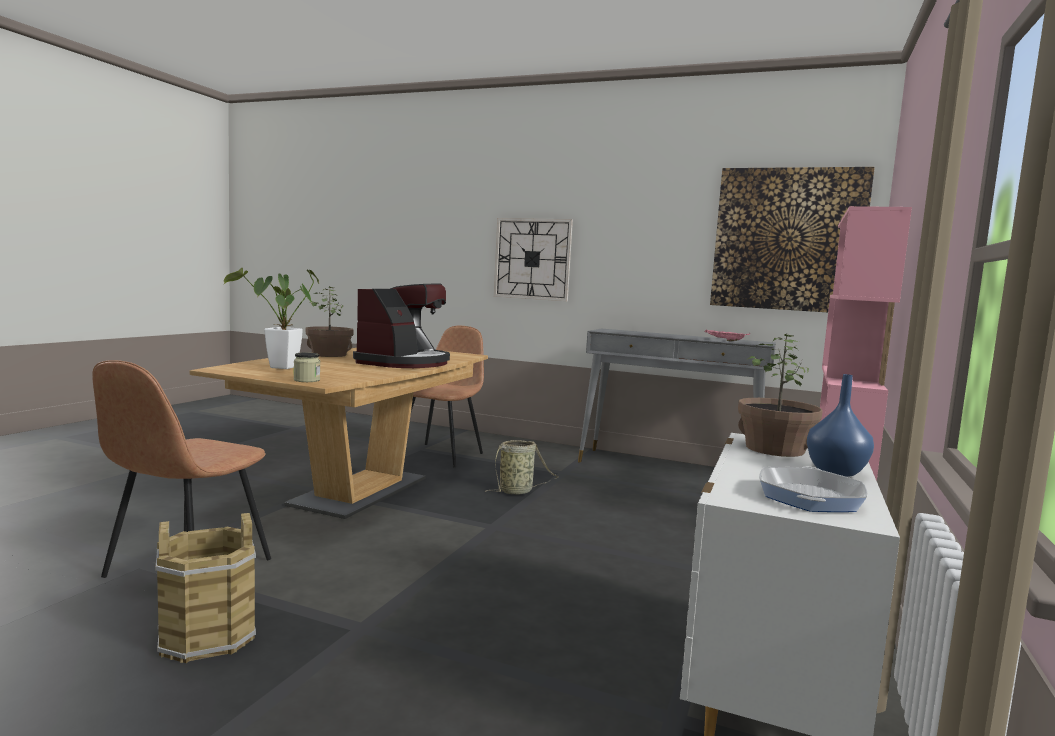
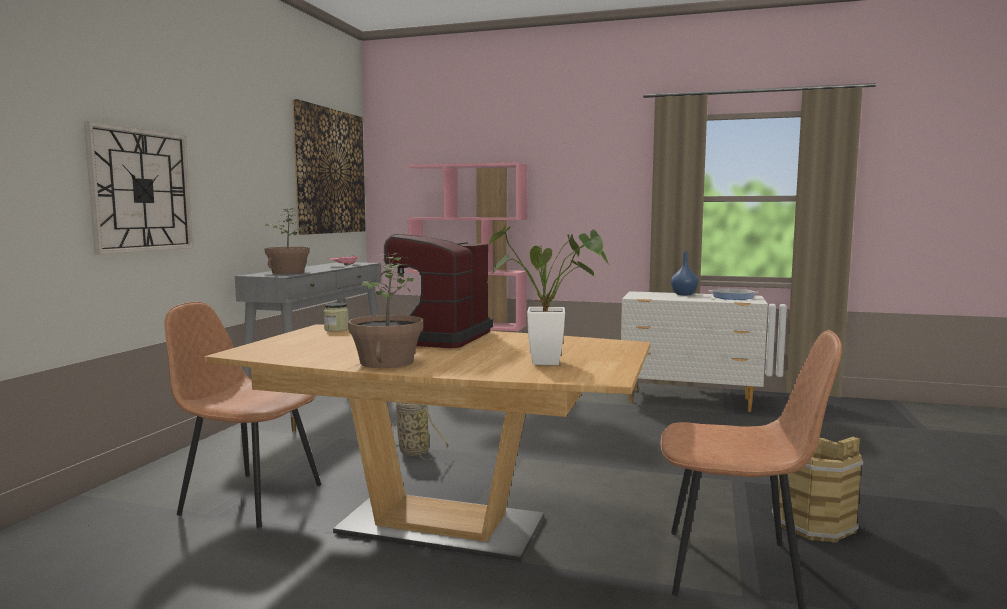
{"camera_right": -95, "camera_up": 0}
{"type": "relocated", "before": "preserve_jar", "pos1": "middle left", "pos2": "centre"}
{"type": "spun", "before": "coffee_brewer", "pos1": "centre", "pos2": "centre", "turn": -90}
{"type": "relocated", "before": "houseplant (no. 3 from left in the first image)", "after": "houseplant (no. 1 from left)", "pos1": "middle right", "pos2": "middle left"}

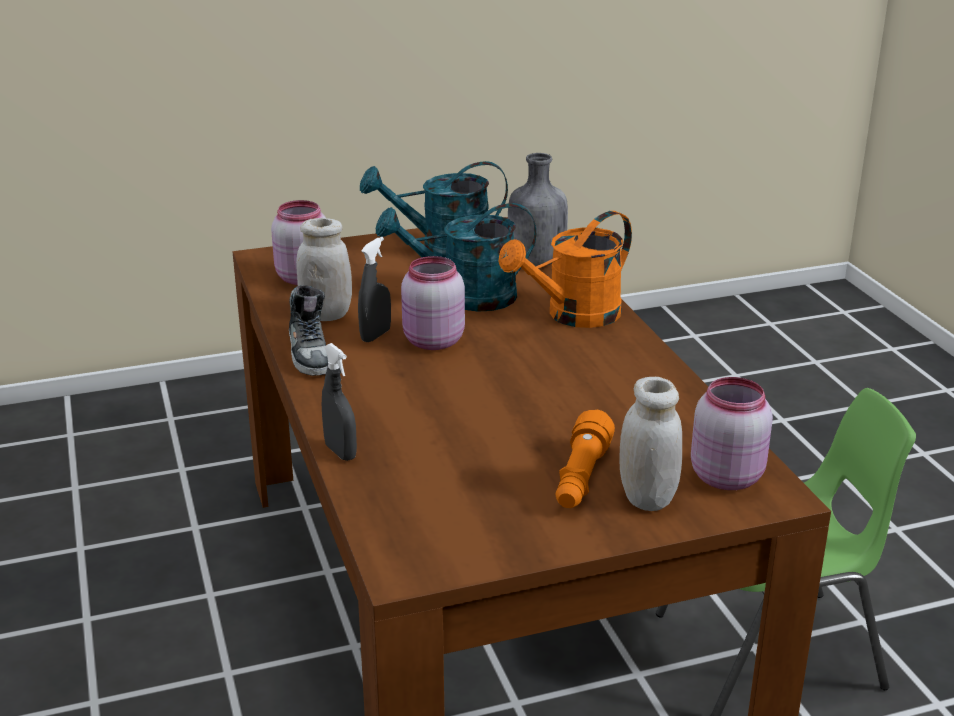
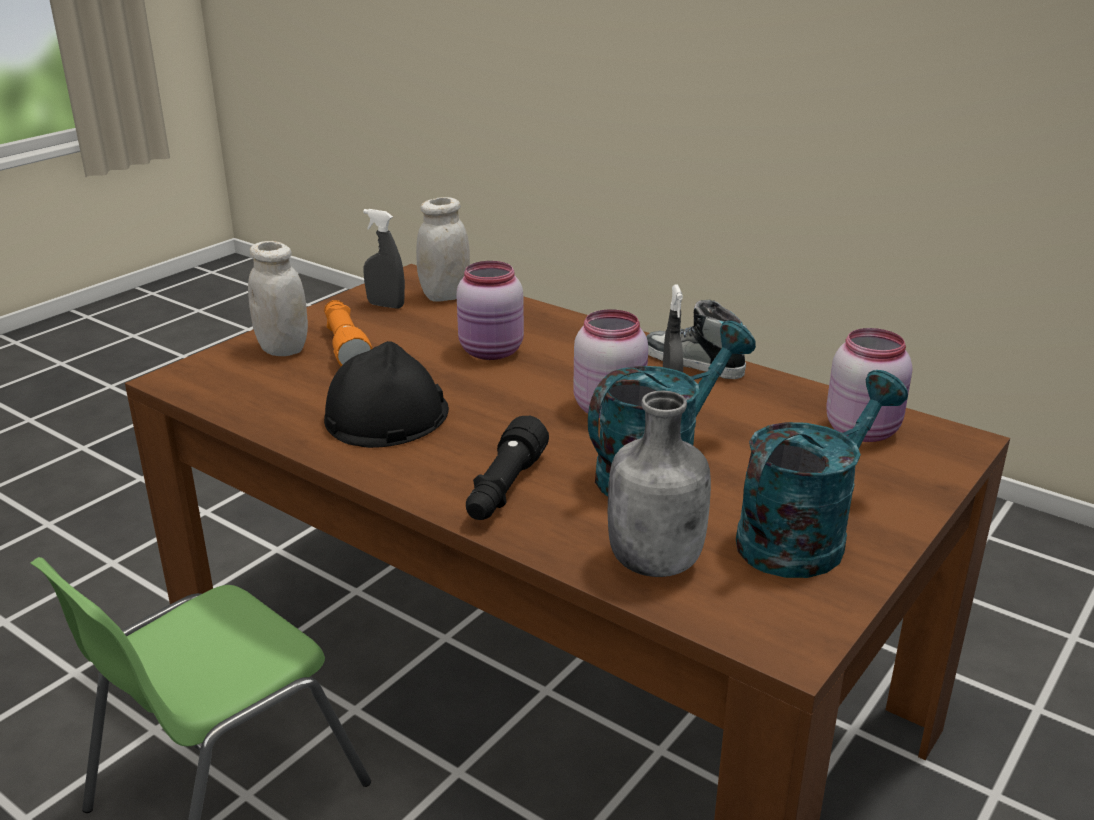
{"camera_right": 145, "camera_up": 0}
{"type": "relocated", "before": "whitish_preserve_jar (no. 1 from left in the first image)", "after": "whitish_preserve_jar (no. 2 from left)", "pos1": "centre", "pos2": "top centre"}
{"type": "relocated", "before": "greyish_hand_sprayer (no. 1 from left)", "pos1": "centre", "pos2": "top centre"}
{"type": "exchanged", "before": "orange-coloured_watering_pot", "after": "blackish_hand_torch", "pos1": "centre", "pos2": "centre"}
{"type": "relocated", "before": "pink_preserve_jar (no. 3 from left in the first image)", "after": "pink_preserve_jar (no. 1 from left)", "pos1": "middle right", "pos2": "centre"}
{"type": "appeared", "after": "blackish_work_helmet", "pos2": "centre"}

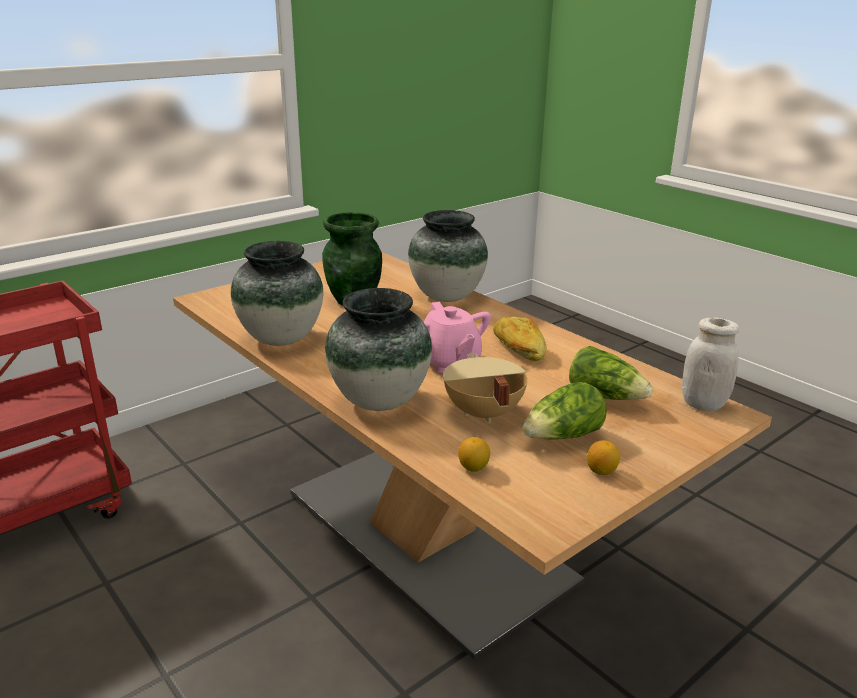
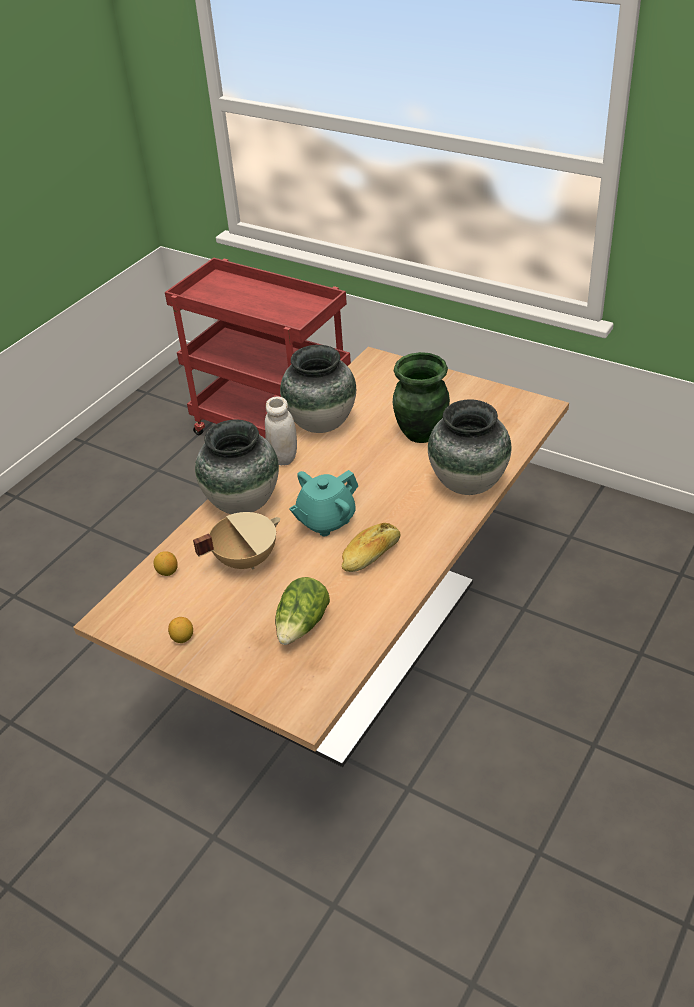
{"camera_right": 75, "camera_up": 15}
{"type": "colour", "before": "pink_teapot", "after": "blue-green_teapot", "pos1": "centre", "pos2": "centre"}
{"type": "missing", "before": "head_of_lettuce (no. 1 from left)", "pos1": "centre"}
{"type": "relocated", "before": "whitish_preserve_jar", "pos1": "middle right", "pos2": "centre"}

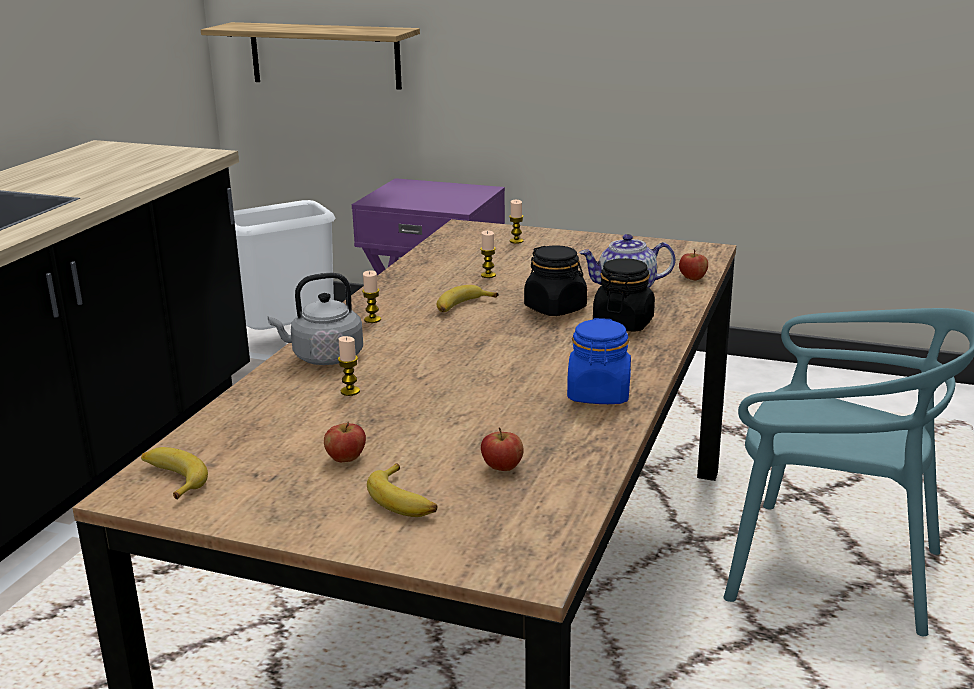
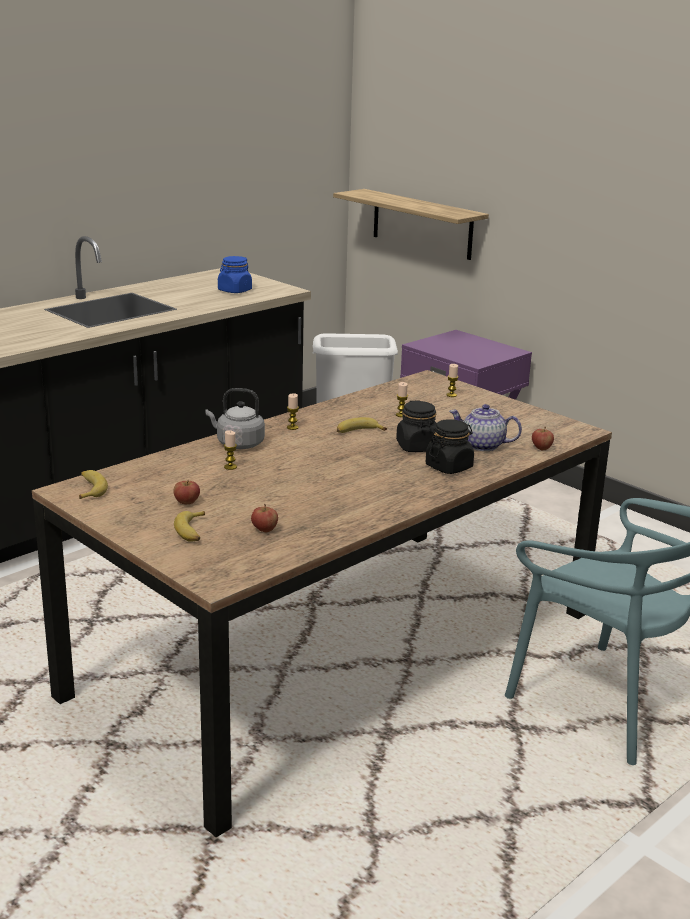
{"camera_right": 25, "camera_up": 0}
{"type": "relocated", "before": "blue-coloured_preserve_jar", "pos1": "centre", "pos2": "top centre"}

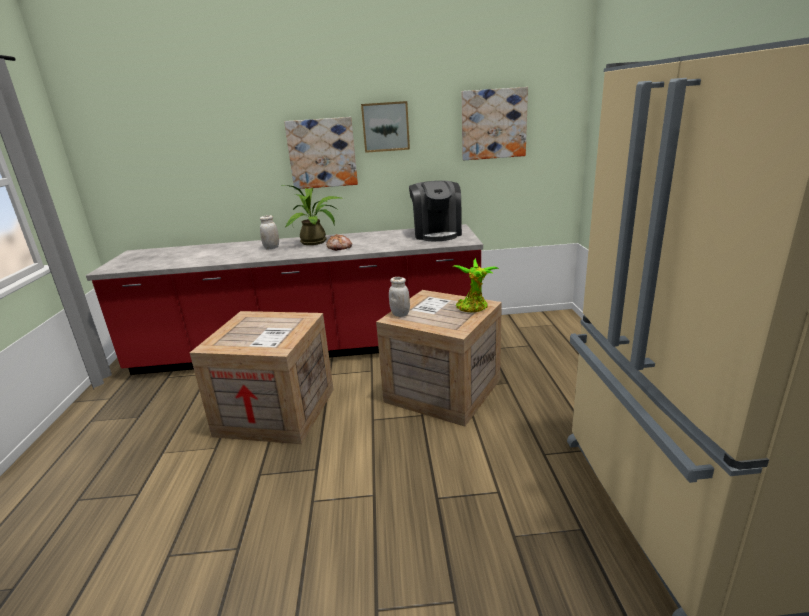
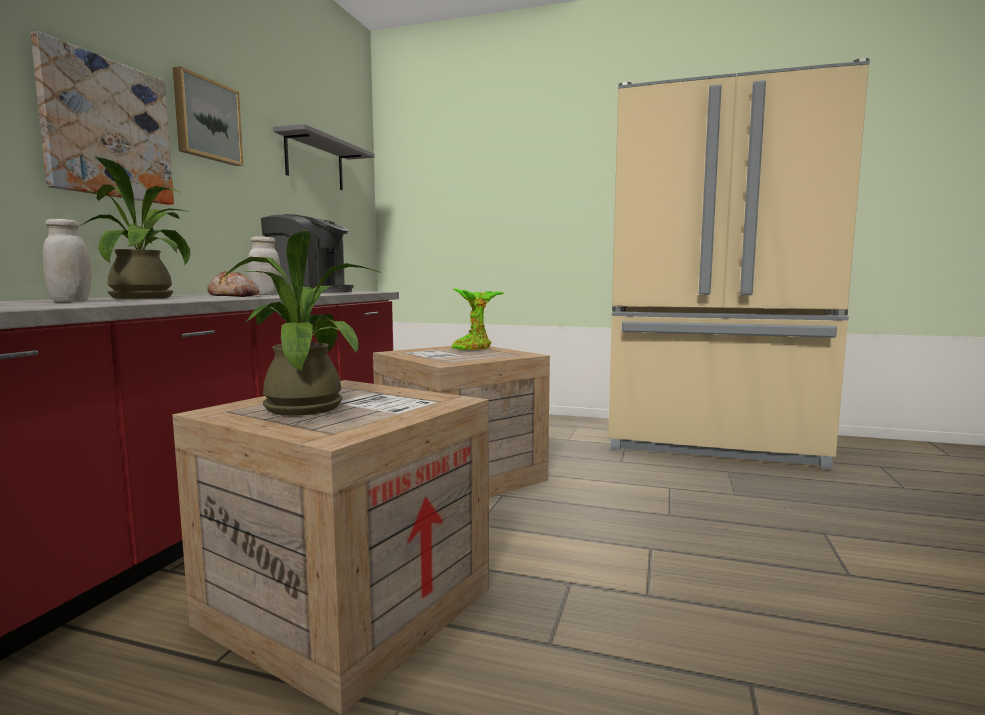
{"camera_right": -70, "camera_up": -15}
{"type": "relocated", "before": "whitish_preserve_jar (no. 2 from left)", "pos1": "centre", "pos2": "middle left"}
{"type": "exchanged", "before": "wall_art (no. 3 from left)", "after": "greyish_shelf", "pos1": "top centre", "pos2": "top left"}
{"type": "appeared", "after": "houseplant (no. 2 from left)", "pos2": "middle left"}

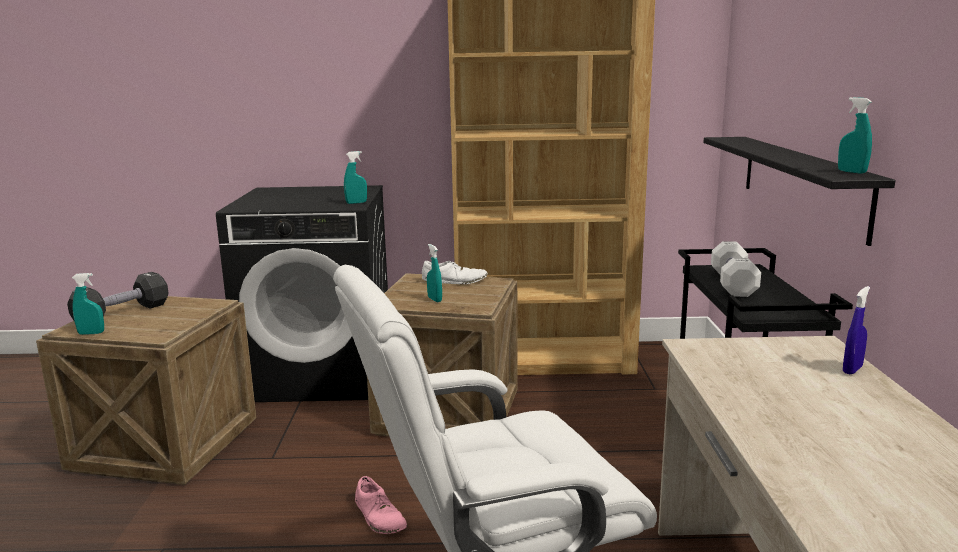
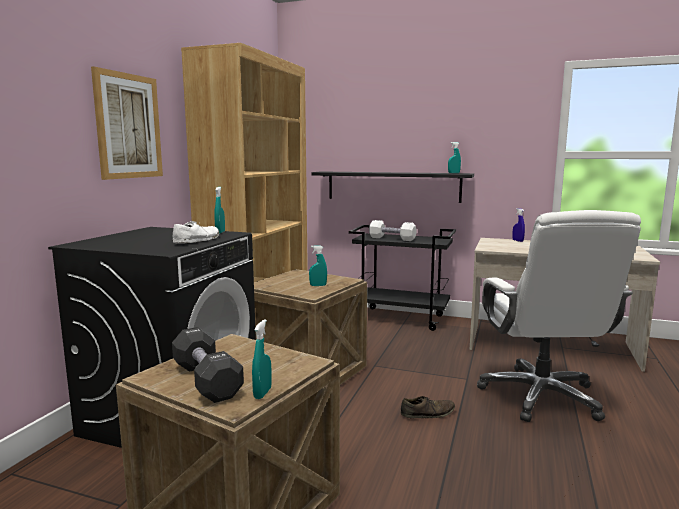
{"camera_right": -70, "camera_up": -5}
{"type": "colour", "before": "pink_shoe", "after": "brownish_shoe", "pos1": "bottom centre", "pos2": "bottom centre"}
{"type": "relocated", "before": "whitish_shoe", "pos1": "centre", "pos2": "middle left"}
{"type": "appeared", "after": "wall_art", "pos2": "top left"}

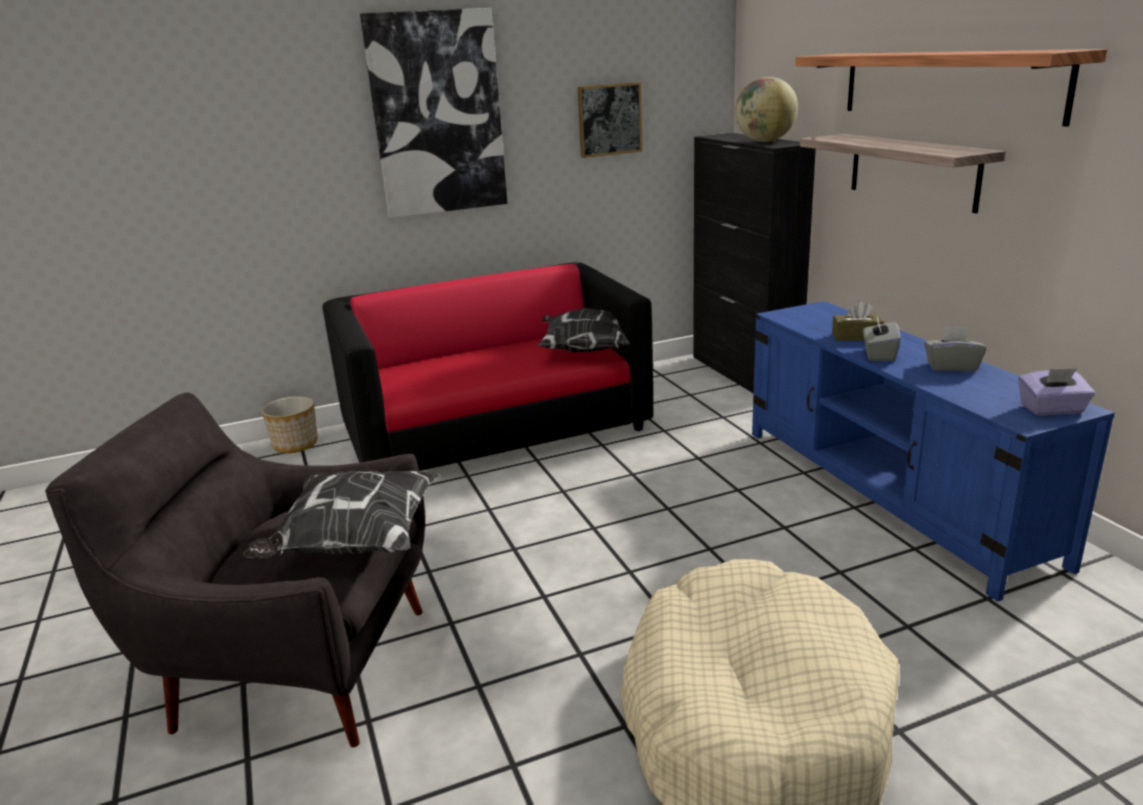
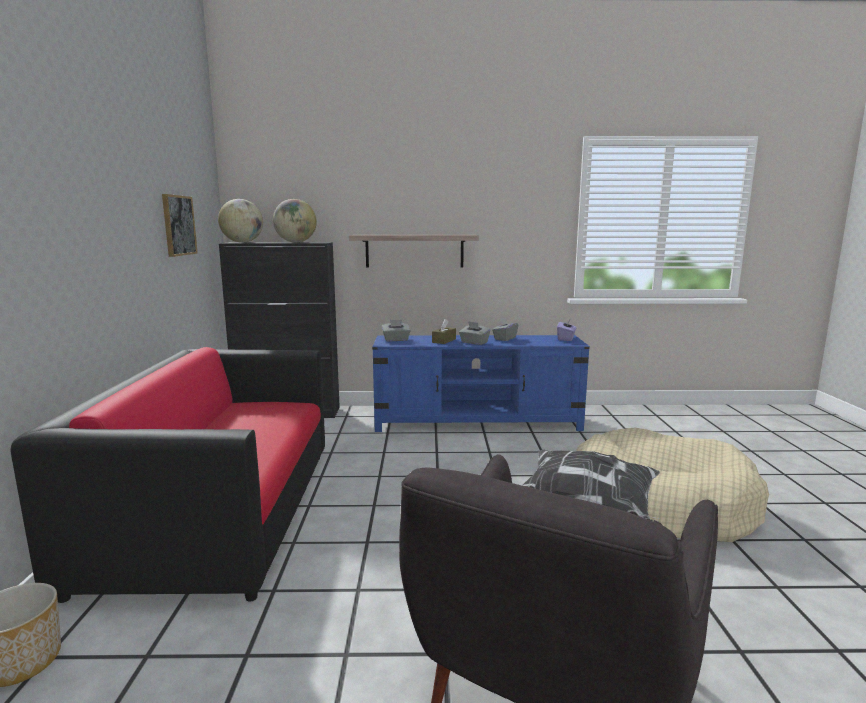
{"camera_right": -70, "camera_up": -10}
{"type": "missing", "before": "wall_art (no. 1 from left)", "pos1": "top centre"}
{"type": "missing", "before": "cushion (no. 2 from left)", "pos1": "centre"}
{"type": "missing", "before": "shelf (no. 2 from left)", "pos1": "top right"}
{"type": "appeared", "after": "globe (no. 1 from left)", "pos2": "top left"}
{"type": "appeared", "after": "greyish_tissue_box (no. 1 from left)", "pos2": "centre"}

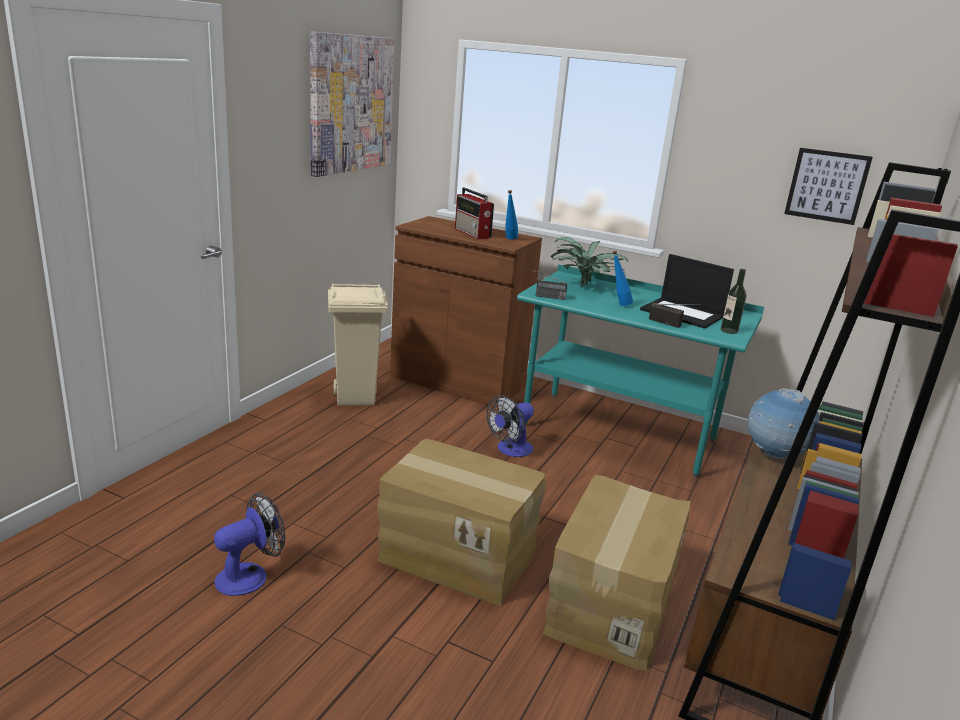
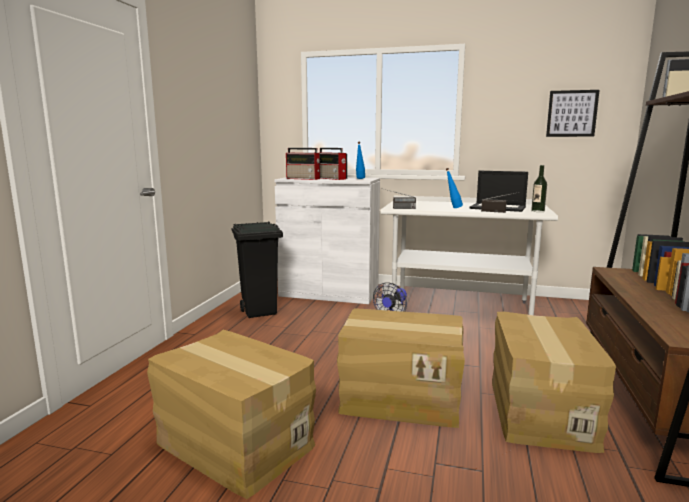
{"camera_right": -10, "camera_up": -10}
{"type": "exchanged", "before": "fan (no. 1 from left)", "after": "packing_box (no. 1 from left)", "pos1": "bottom left", "pos2": "bottom centre"}
{"type": "missing", "before": "wall_art (no. 1 from left)", "pos1": "top centre"}
{"type": "colour", "before": "beige_waste_bin", "after": "blackish_waste_bin", "pos1": "centre", "pos2": "centre"}
{"type": "colour", "before": "brownish_storage_cabinet", "after": "whitish_storage_cabinet", "pos1": "centre", "pos2": "centre"}
{"type": "colour", "before": "blue-green_desk_unit", "after": "whitish_desk_unit", "pos1": "middle right", "pos2": "middle right"}
{"type": "missing", "before": "houseplant", "pos1": "centre"}
{"type": "missing", "before": "globe", "pos1": "middle right"}
{"type": "appeared", "after": "radio_set (no. 1 from left)", "pos2": "top centre"}

